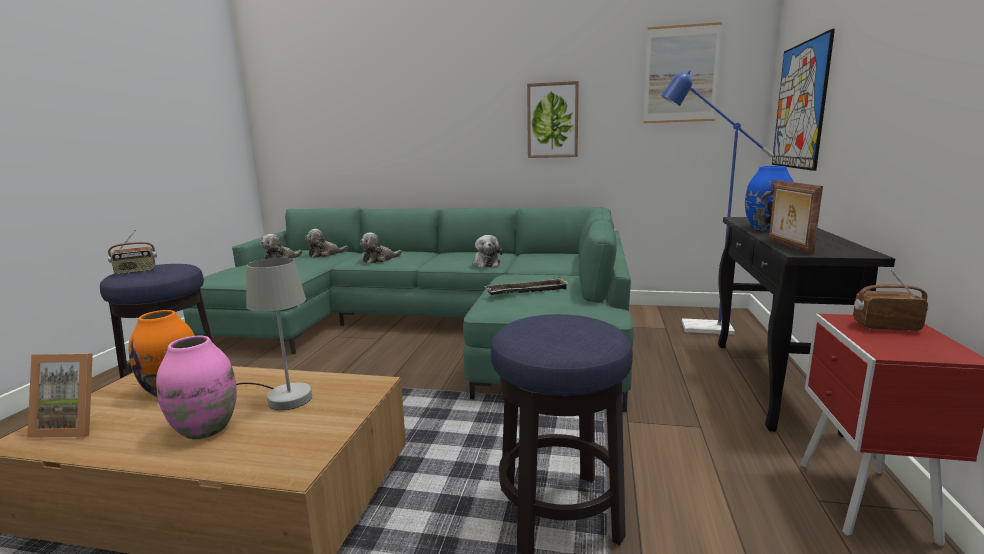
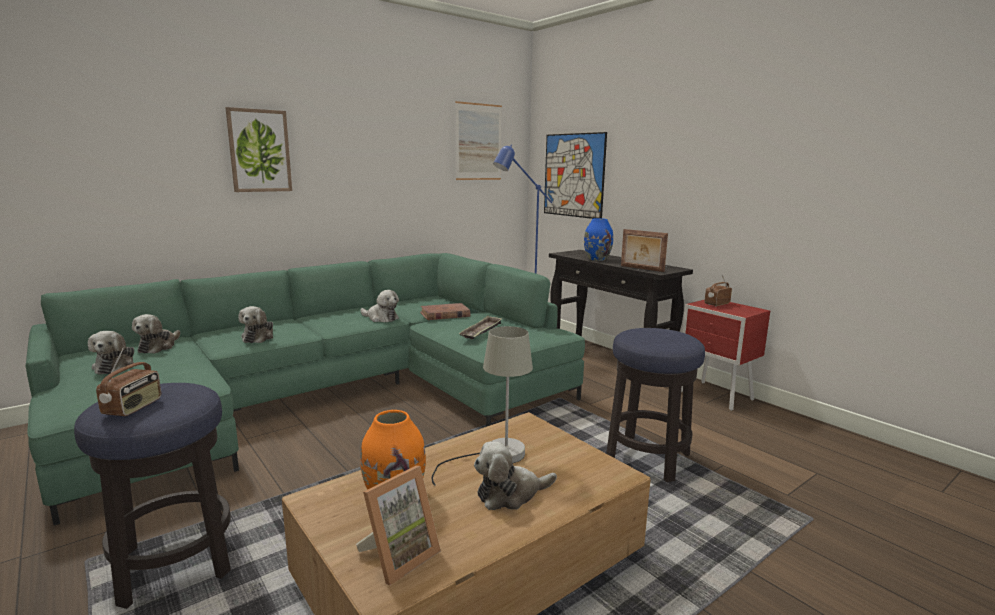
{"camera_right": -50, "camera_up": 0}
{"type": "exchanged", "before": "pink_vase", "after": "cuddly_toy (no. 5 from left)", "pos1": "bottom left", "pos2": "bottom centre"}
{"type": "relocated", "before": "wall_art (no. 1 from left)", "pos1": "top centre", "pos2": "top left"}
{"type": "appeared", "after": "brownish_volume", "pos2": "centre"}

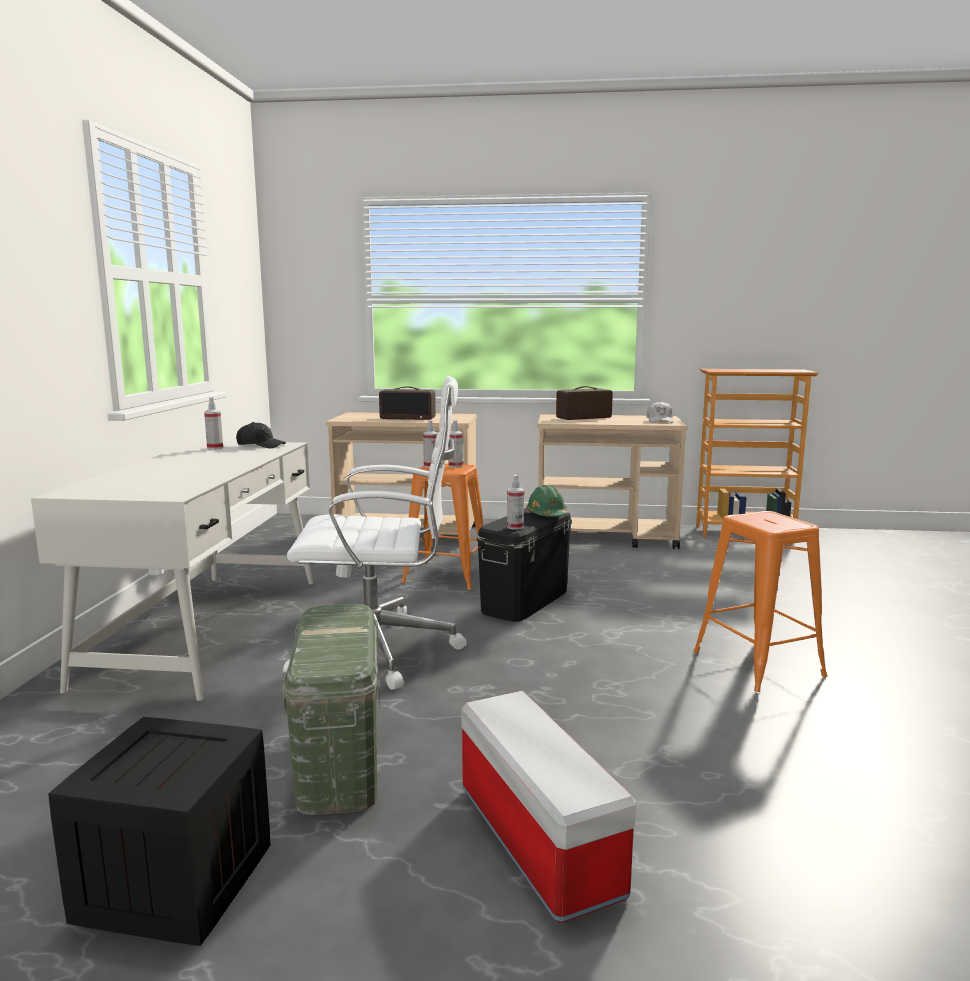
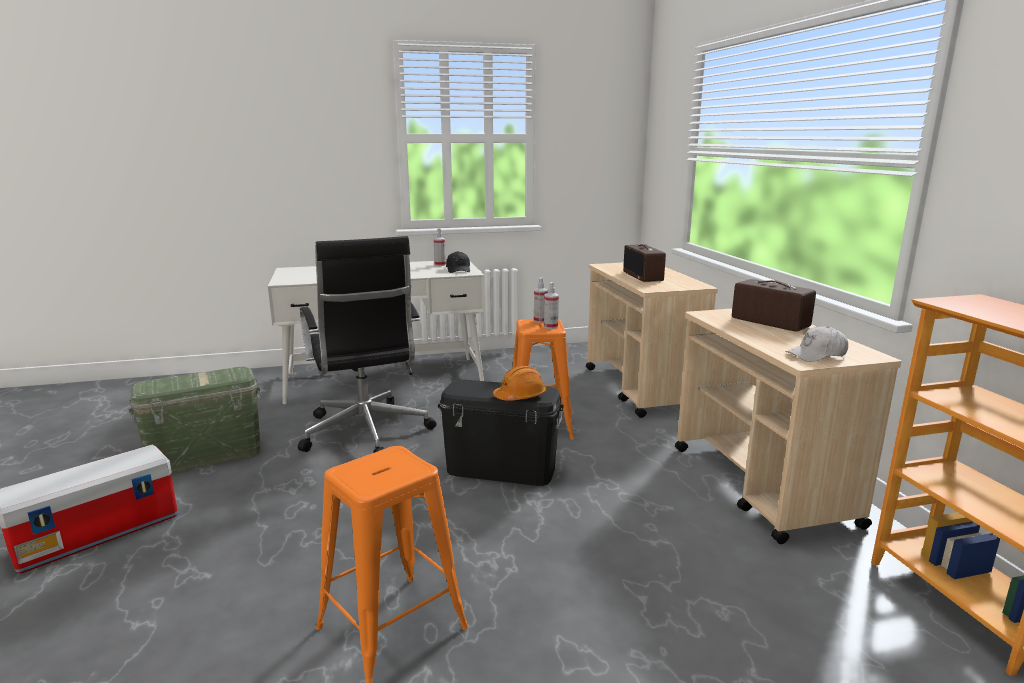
{"camera_right": 70, "camera_up": 5}
{"type": "missing", "before": "crate", "pos1": "bottom left"}
{"type": "colour", "before": "whitish_office_chair", "after": "blackish_office_chair", "pos1": "centre", "pos2": "centre"}
{"type": "missing", "before": "hand_sprayer (no. 4 from left)", "pos1": "centre"}
{"type": "colour", "before": "green_work_helmet", "after": "orange-coloured_work_helmet", "pos1": "centre", "pos2": "centre"}

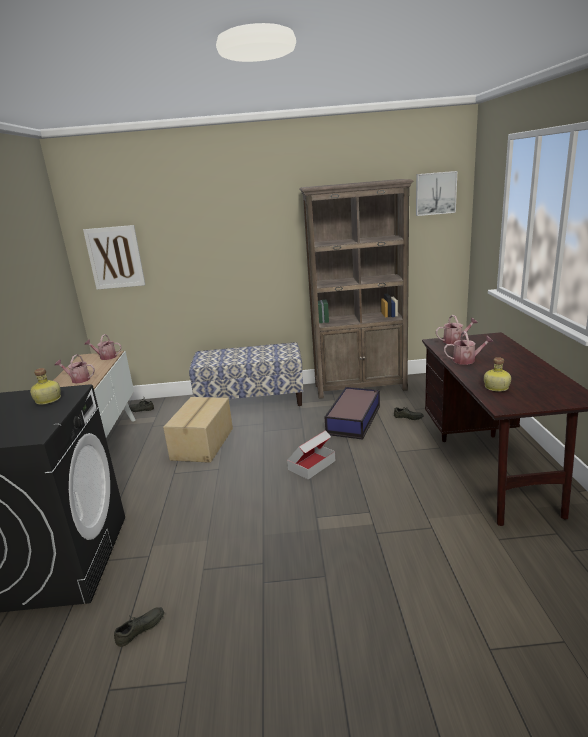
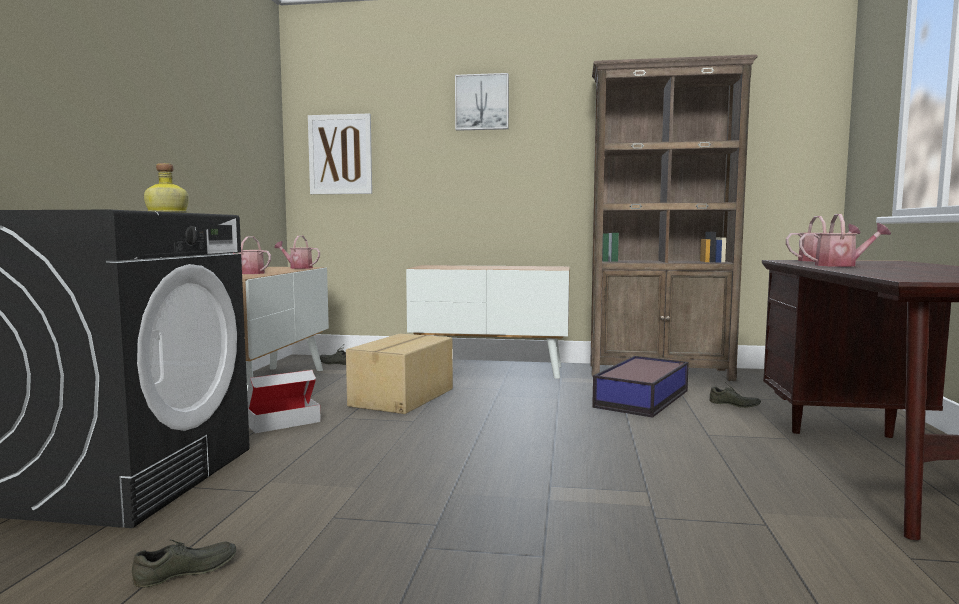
{"camera_right": 10, "camera_up": -15}
{"type": "exchanged", "before": "bench", "after": "storage_cabinet (no. 2 from left)", "pos1": "centre", "pos2": "centre"}
{"type": "relocated", "before": "packing_box (no. 2 from left in the first image)", "after": "packing_box (no. 1 from left)", "pos1": "centre", "pos2": "middle left"}
{"type": "relocated", "before": "wall_art (no. 2 from left)", "pos1": "top right", "pos2": "top centre"}
{"type": "missing", "before": "drink_bottle (no. 2 from left)", "pos1": "middle right"}

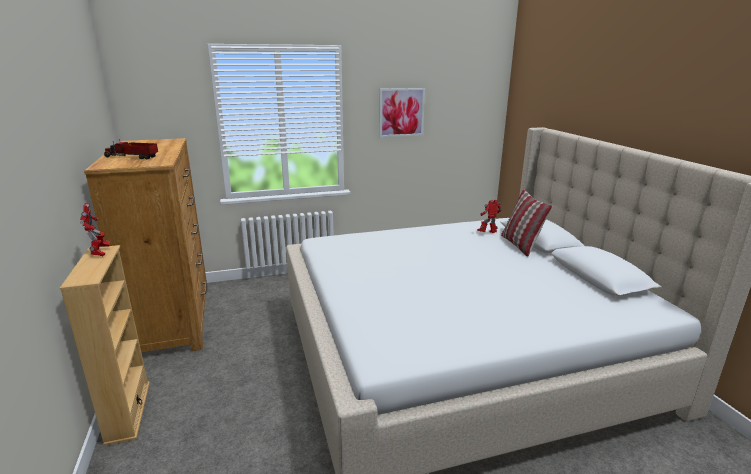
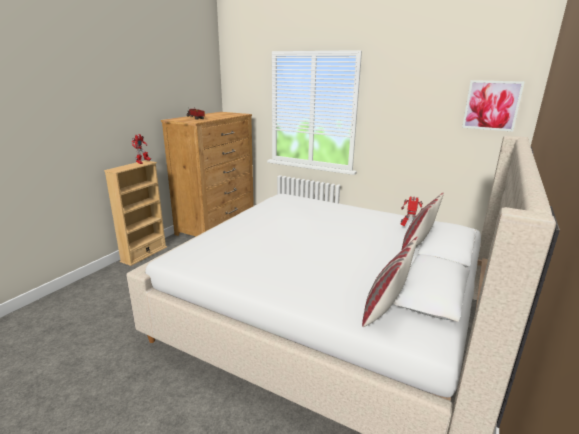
{"camera_right": 45, "camera_up": 0}
{"type": "relocated", "before": "wall_art", "pos1": "top centre", "pos2": "top right"}
{"type": "appeared", "after": "cushion (no. 1 from left)", "pos2": "middle right"}

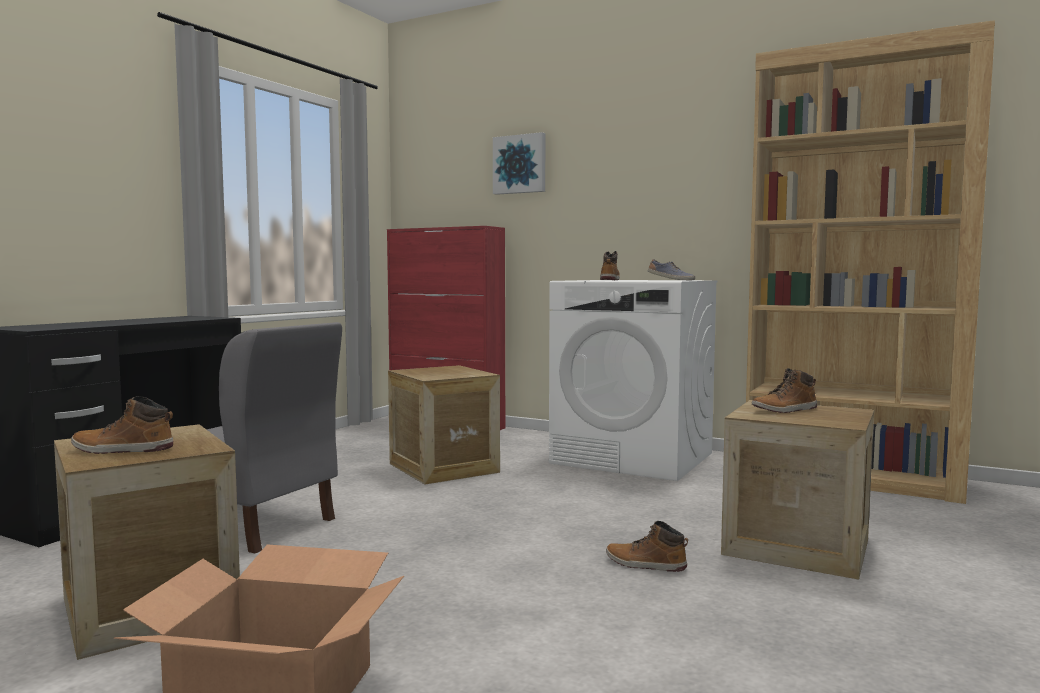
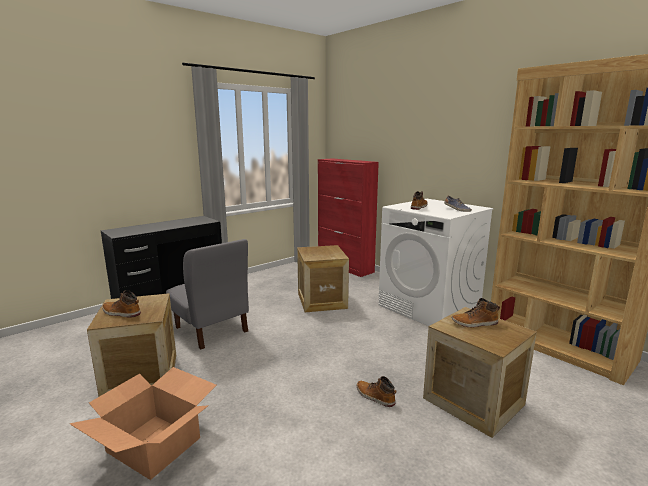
{"camera_right": 20, "camera_up": 10}
{"type": "missing", "before": "wall_art", "pos1": "top centre"}

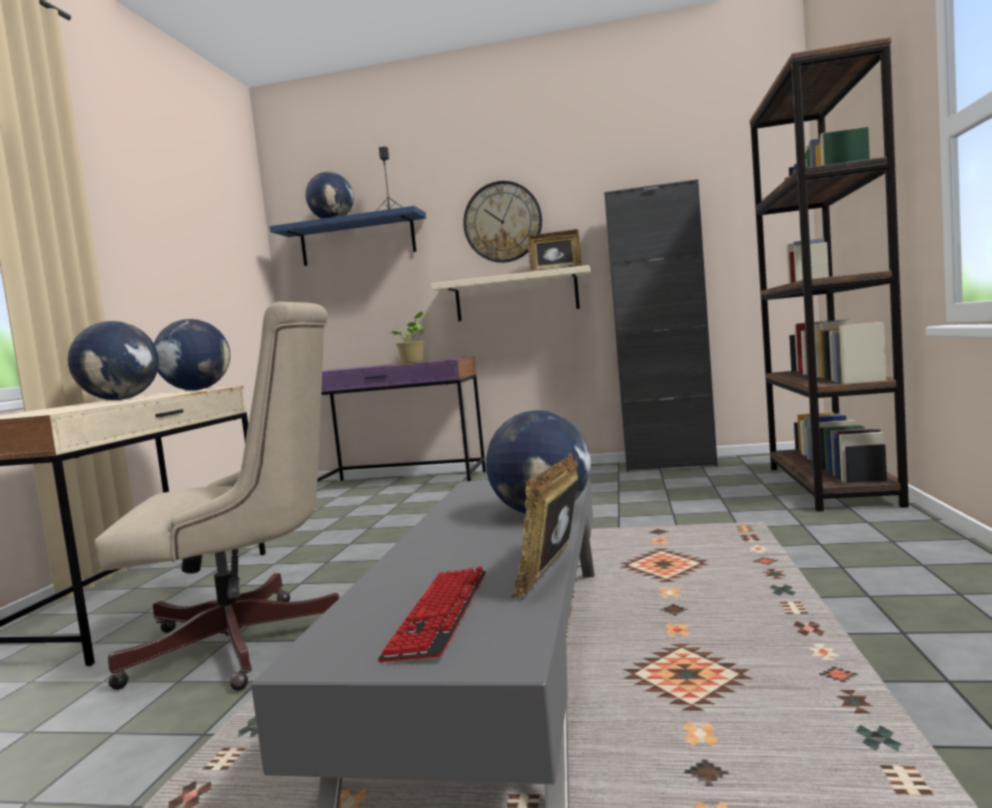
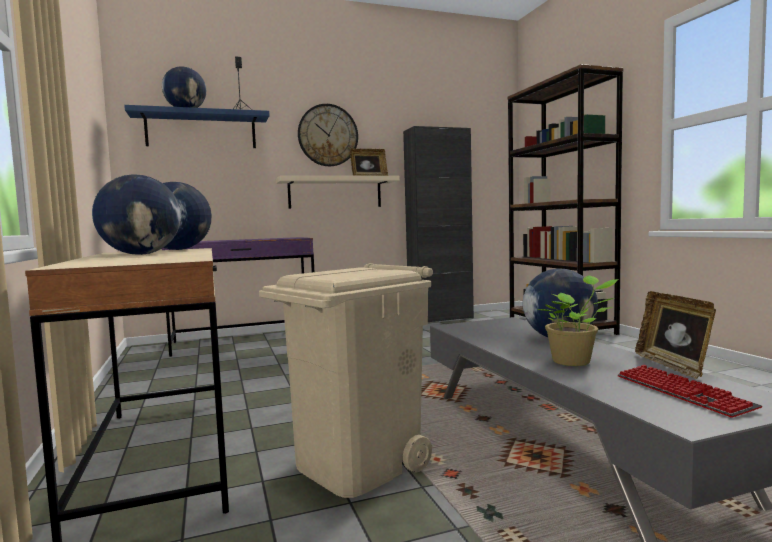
{"camera_right": -30, "camera_up": 0}
{"type": "exchanged", "before": "beige_office_chair", "after": "beige_waste_bin", "pos1": "middle left", "pos2": "bottom centre"}
{"type": "relocated", "before": "houseplant", "pos1": "centre", "pos2": "middle right"}

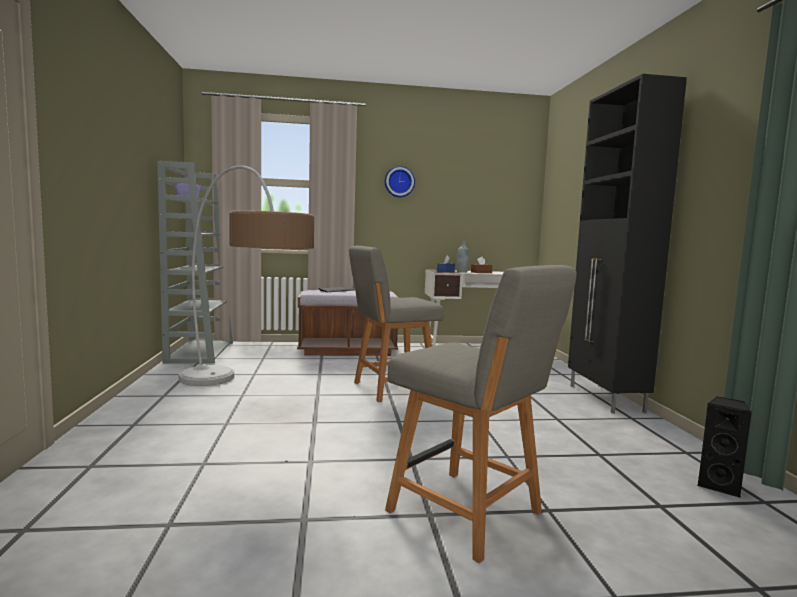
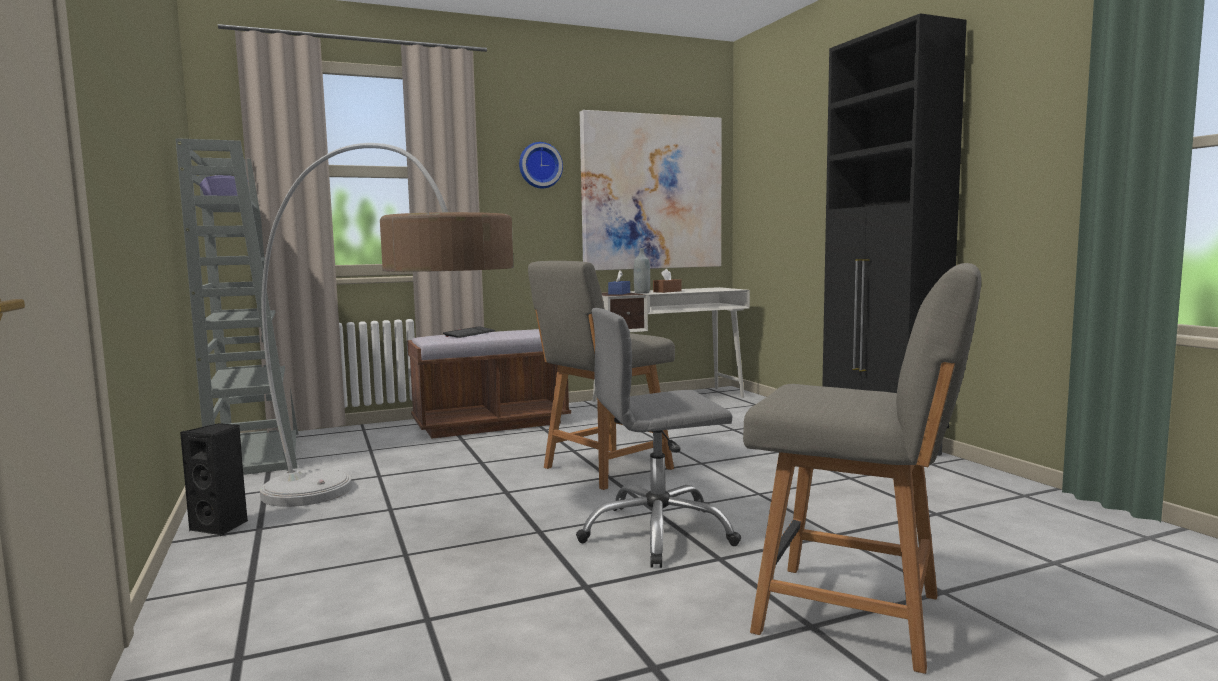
{"camera_right": -15, "camera_up": 0}
{"type": "relocated", "before": "blackish_audio_speaker", "pos1": "bottom right", "pos2": "bottom left"}
{"type": "appeared", "after": "greyish_office_chair", "pos2": "centre"}
{"type": "appeared", "after": "wall_art", "pos2": "top centre"}

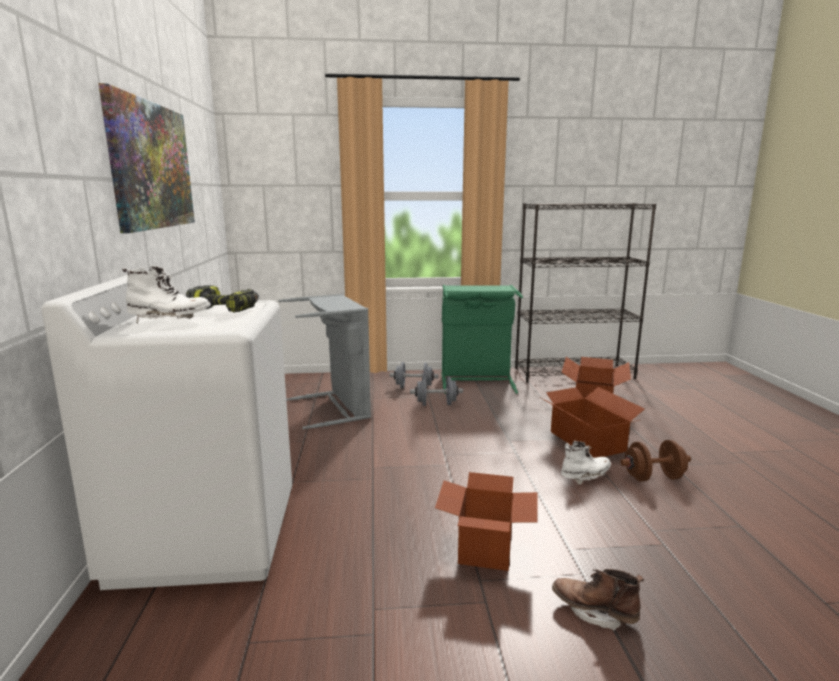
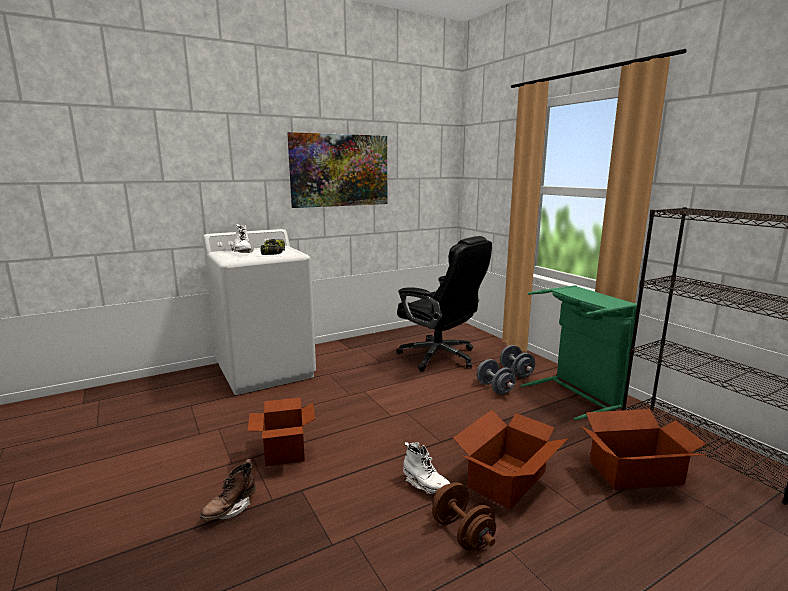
{"camera_right": 65, "camera_up": 0}
{"type": "exchanged", "before": "greyish_hamper", "after": "blackish_office_chair", "pos1": "centre", "pos2": "centre"}
{"type": "spun", "before": "brownish_high-top_boot", "pos1": "bottom right", "pos2": "bottom left", "turn": -150}

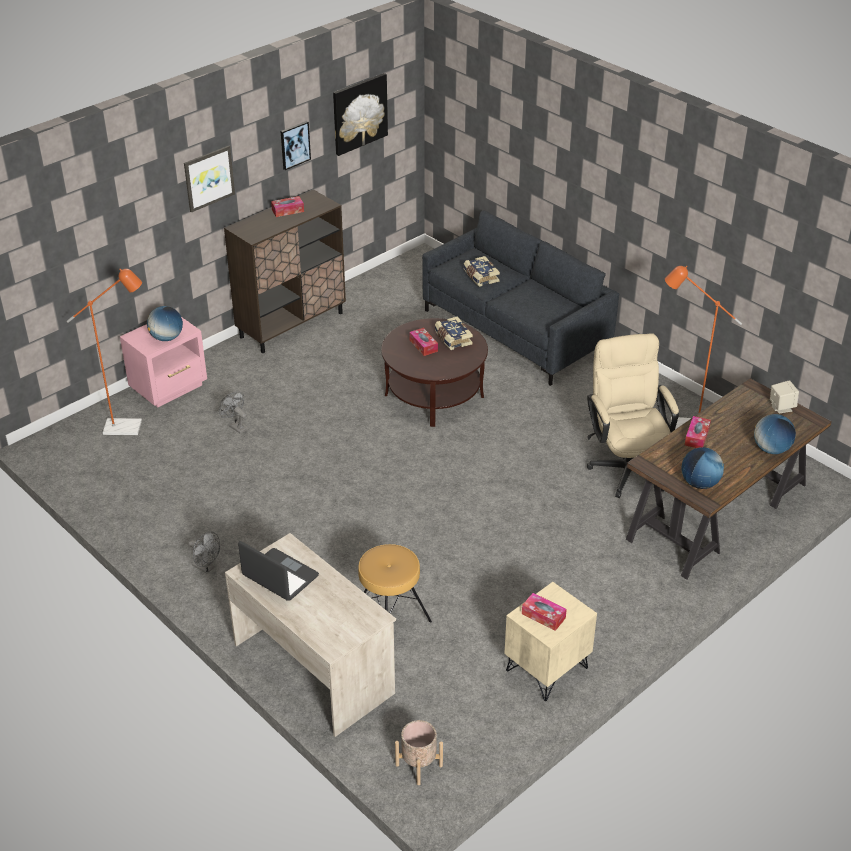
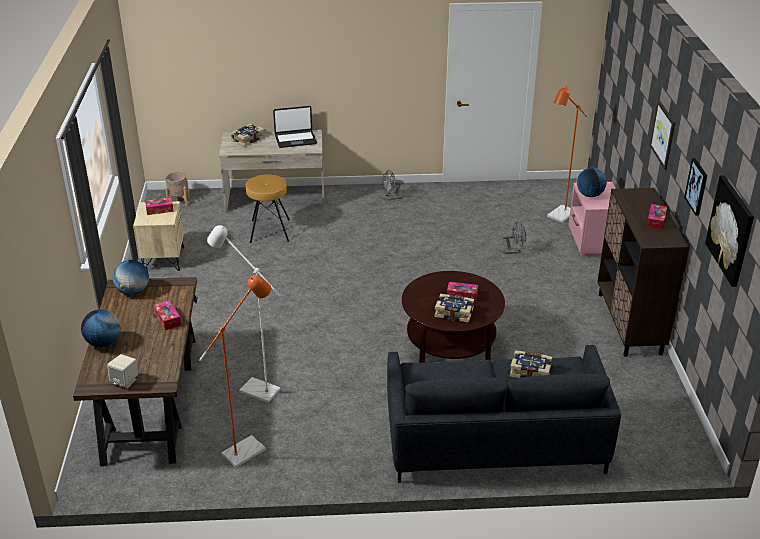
{"camera_right": 130, "camera_up": -5}
{"type": "exchanged", "before": "beige_office_chair", "after": "whitish_standard_lamp", "pos1": "middle right", "pos2": "middle left"}
{"type": "appeared", "after": "volume (no. 1 from left)", "pos2": "top left"}

